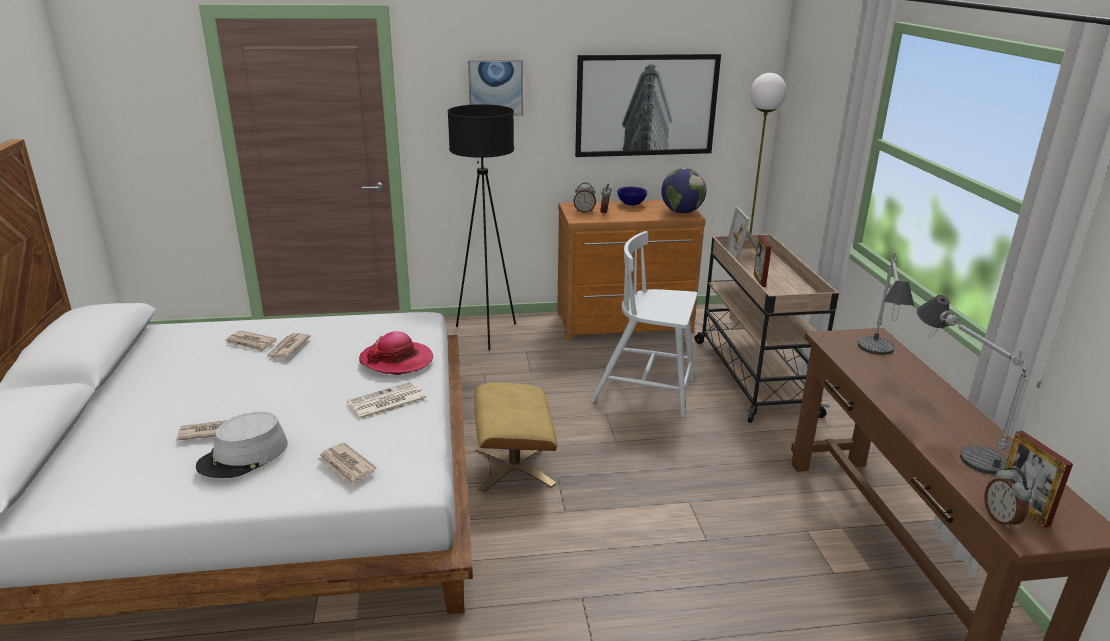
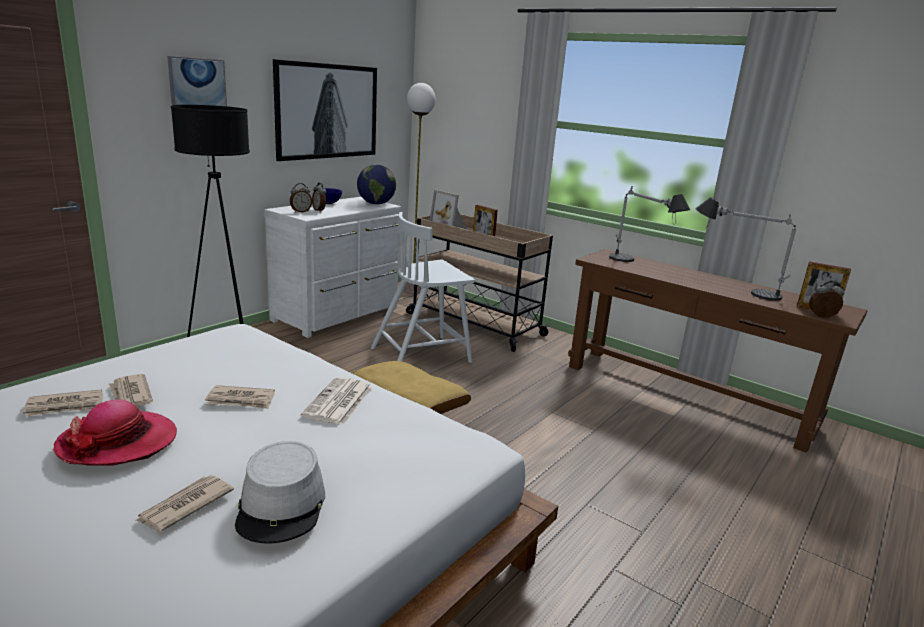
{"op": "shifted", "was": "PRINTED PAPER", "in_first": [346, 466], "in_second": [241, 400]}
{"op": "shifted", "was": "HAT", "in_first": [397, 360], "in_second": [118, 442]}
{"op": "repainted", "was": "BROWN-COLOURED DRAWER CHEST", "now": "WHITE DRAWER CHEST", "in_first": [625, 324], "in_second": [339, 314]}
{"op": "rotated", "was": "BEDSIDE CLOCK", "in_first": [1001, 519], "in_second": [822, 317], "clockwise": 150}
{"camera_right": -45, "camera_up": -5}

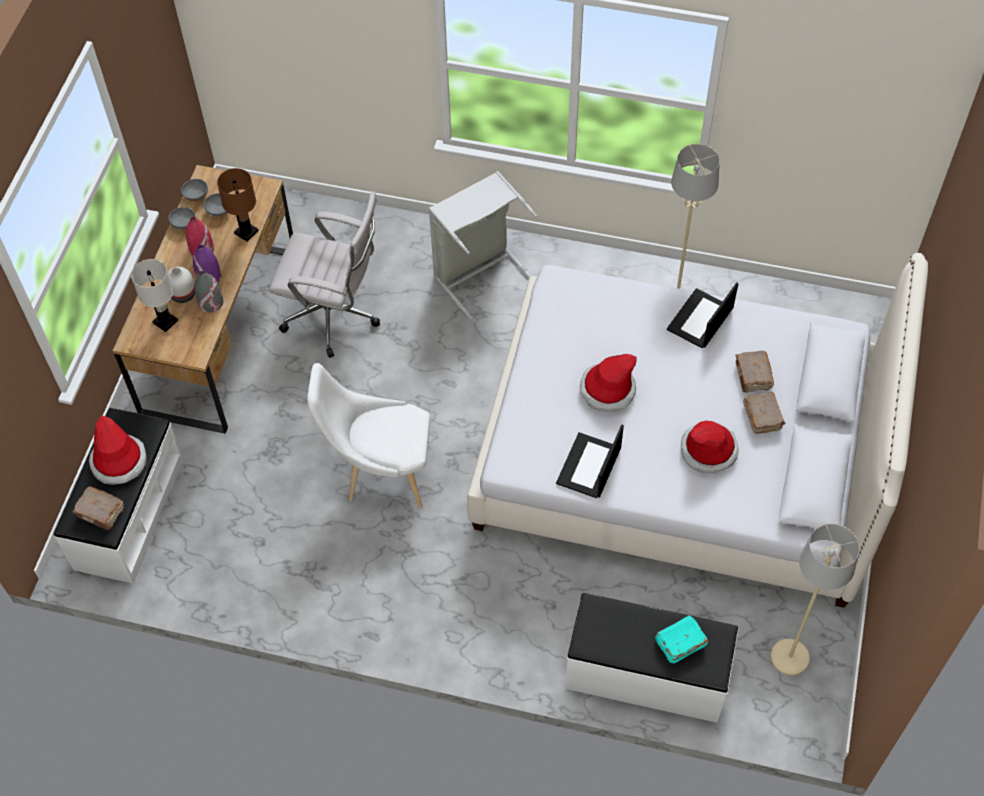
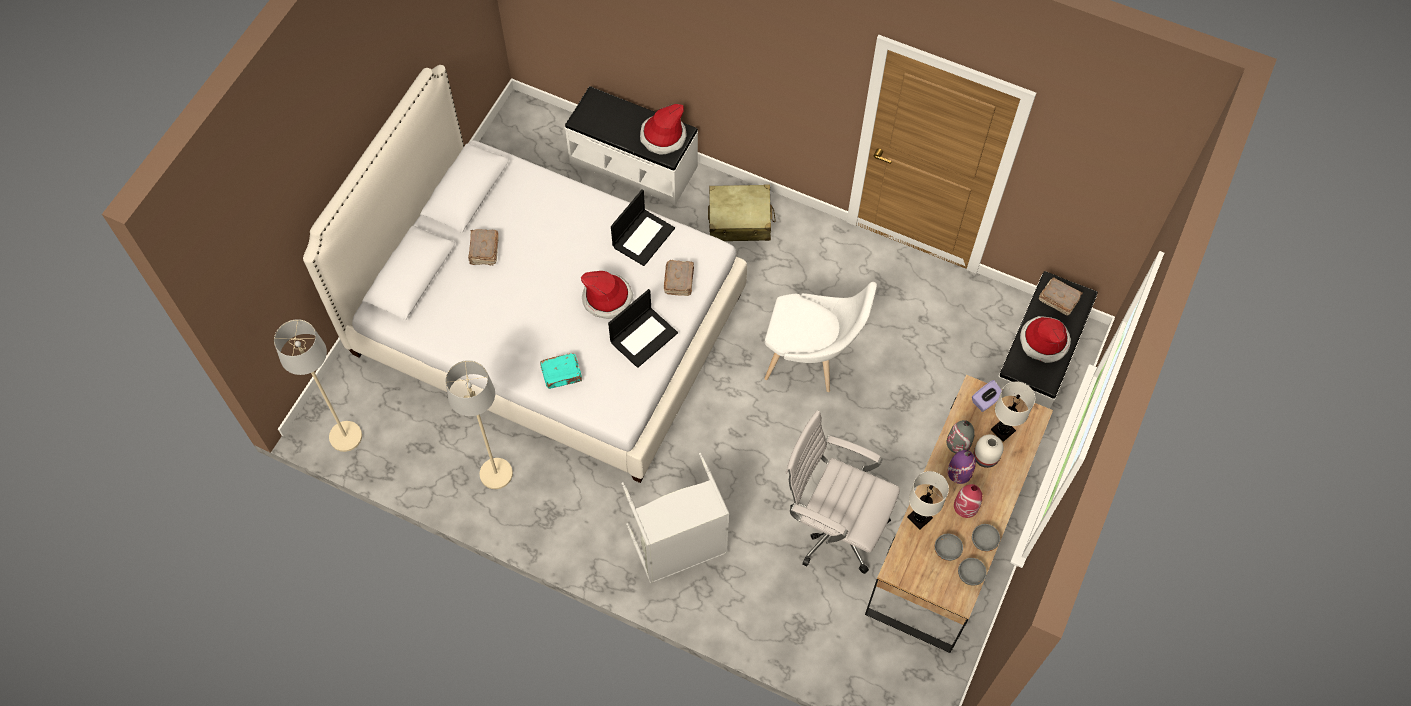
{"op": "repainted", "was": "BROWN-COLOURED TABLETOP LAMP", "now": "WHITE TABLETOP LAMP", "in_first": [246, 232], "in_second": [920, 518]}
{"op": "shifted", "was": "TURQUOISE-COLOURED VOLUME", "in_first": [679, 643], "in_second": [562, 374]}
{"op": "shifted", "was": "NOTEBOOK COMPUTER", "in_first": [700, 320], "in_second": [644, 336]}
{"op": "shifted", "was": "HAT", "in_first": [708, 450], "in_second": [663, 136]}
{"op": "shifted", "was": "BROWN-COLOURED VOLUME", "in_first": [753, 376], "in_second": [679, 281]}
{"op": "shifted", "was": "SAND-COLOURED STANDING LAMP", "in_first": [789, 658], "in_second": [346, 436]}
{"op": "new", "now": "SAND-COLOURED SUITCASE", "in_second": [740, 220]}
{"op": "new", "now": "PURPLE-COLOURED BOX OF TISSUES", "in_second": [986, 401]}
{"camera_right": -170, "camera_up": 5}

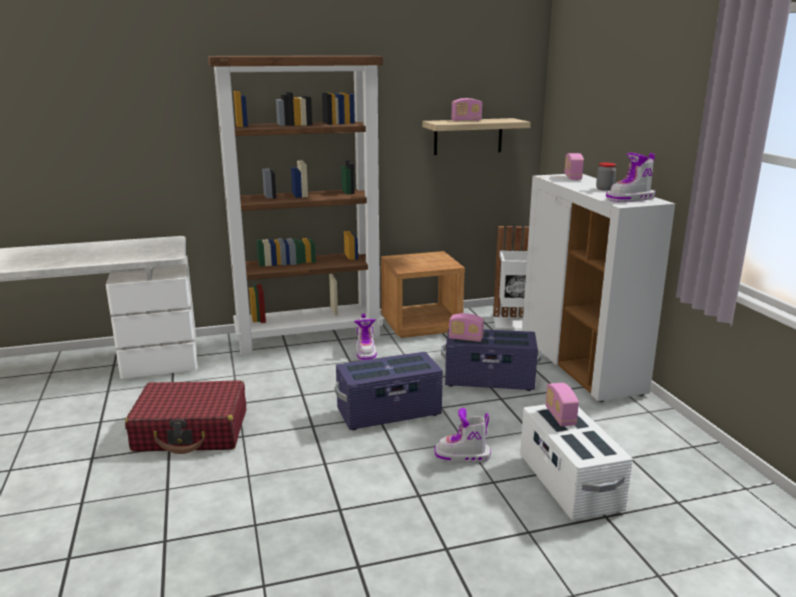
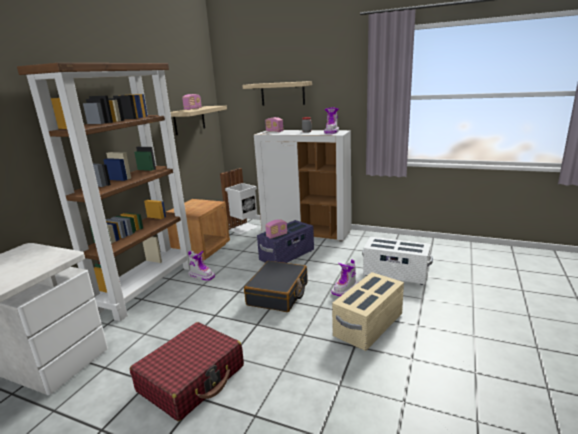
{"op": "swapped", "was": "PURPLE-COLOURED STORAGE CONTAINER", "now": "BLACK-COLOURED SUITCASE", "in_first": [389, 413], "in_second": [278, 294]}
{"op": "gone", "was": "RADIO SET", "in_first": [560, 416]}
{"op": "new", "now": "WALL SHELF", "in_second": [282, 93]}
{"op": "new", "now": "SAND-COLOURED STORAGE CONTAINER", "in_second": [368, 326]}
{"camera_right": -50, "camera_up": 0}

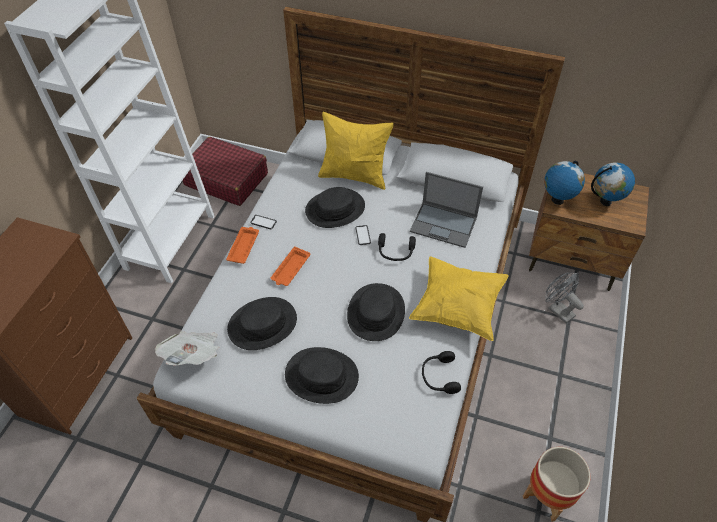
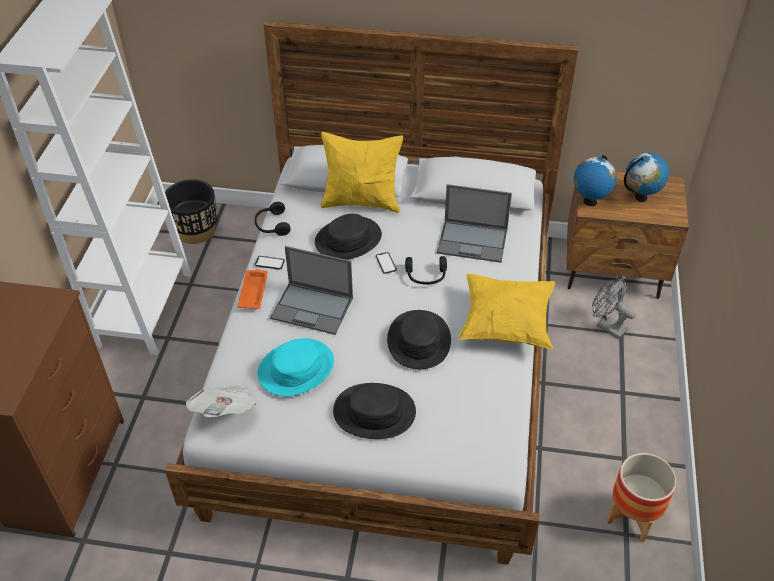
{"op": "swapped", "was": "RED-COLOURED SUITCASE", "now": "BLACK-COLOURED PLANTER", "in_first": [226, 179], "in_second": [195, 231]}
{"op": "repainted", "was": "BLACK-COLOURED HAT", "now": "TURQUOISE-COLOURED HAT", "in_first": [262, 324], "in_second": [296, 368]}
{"op": "swapped", "was": "ORANGEY SERVING TRAY", "now": "NOTEBOOK COMPUTER", "in_first": [290, 269], "in_second": [313, 308]}
{"op": "shifted", "was": "BLACK-COLOURED HEADSET", "in_first": [439, 376], "in_second": [271, 225]}
{"camera_right": -10, "camera_up": -5}

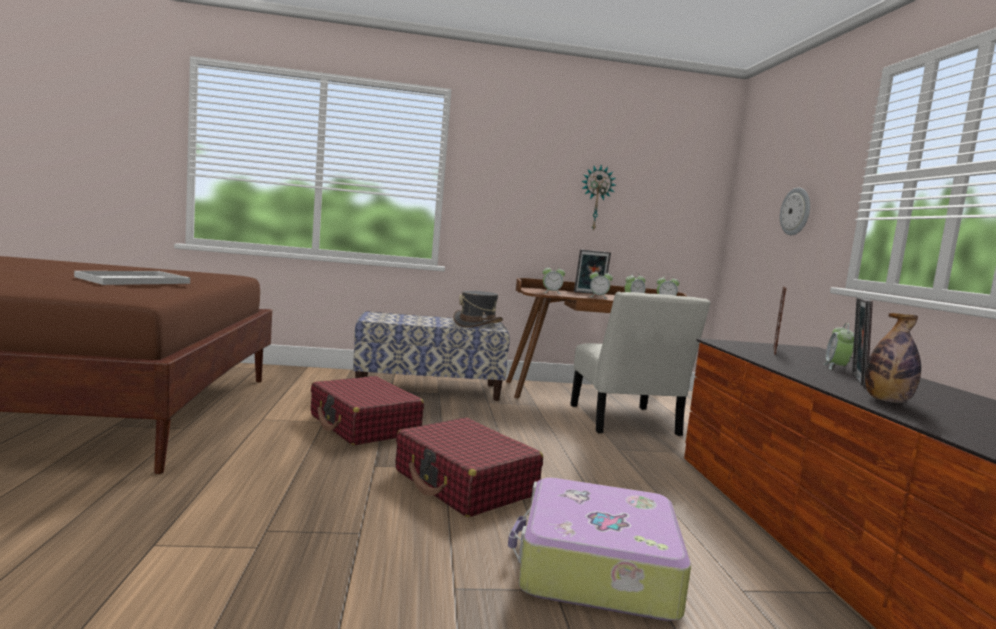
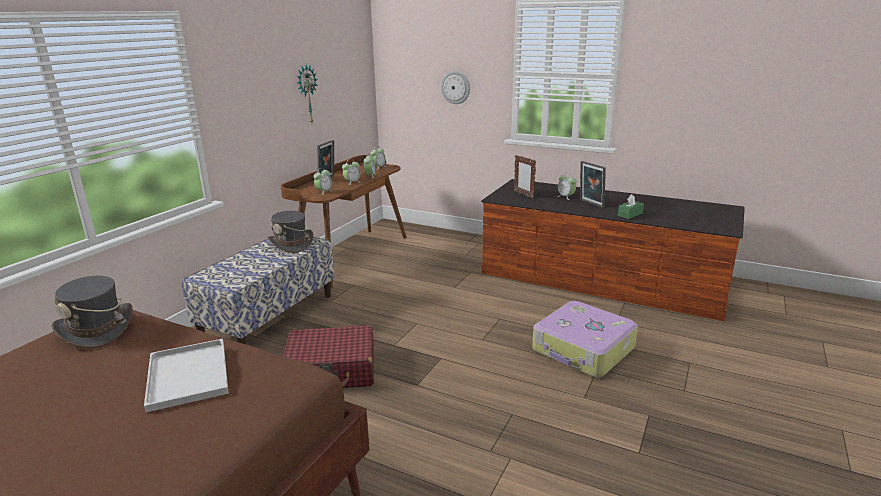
{"op": "gone", "was": "RED-COLOURED SUITCASE", "in_first": [465, 483]}
{"op": "gone", "was": "WHITE CHAIR", "in_first": [625, 422]}
{"op": "swapped", "was": "DRINK BOTTLE", "now": "GREENISH BOX OF TISSUES", "in_first": [887, 401], "in_second": [630, 214]}
{"op": "new", "now": "GRAY HAT", "in_second": [97, 329]}
{"camera_right": -55, "camera_up": 15}

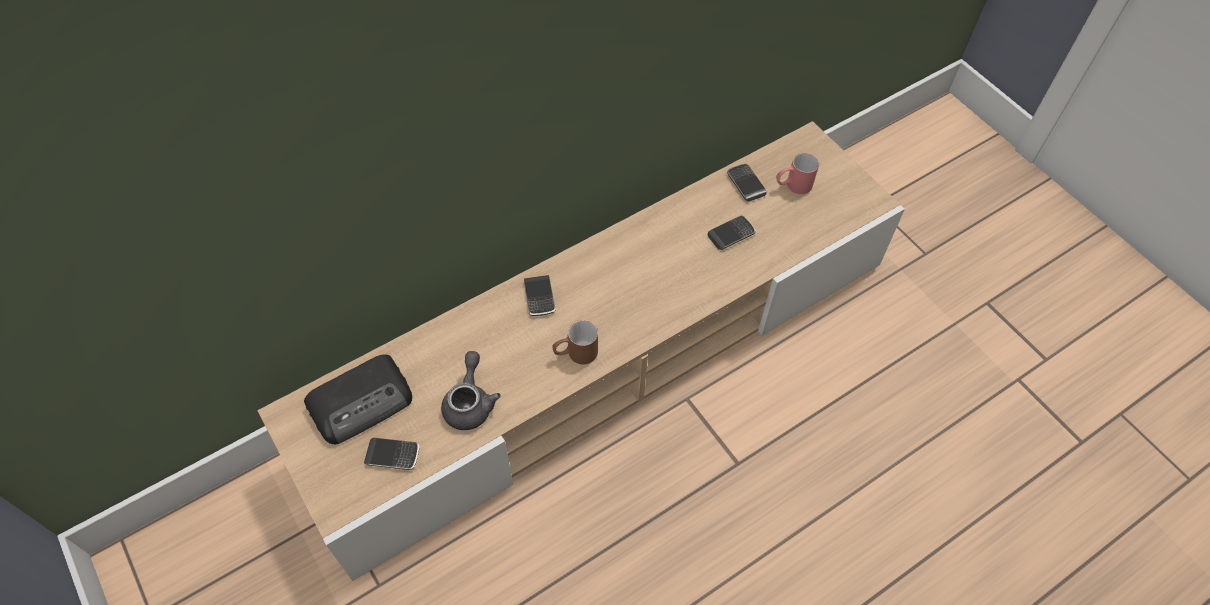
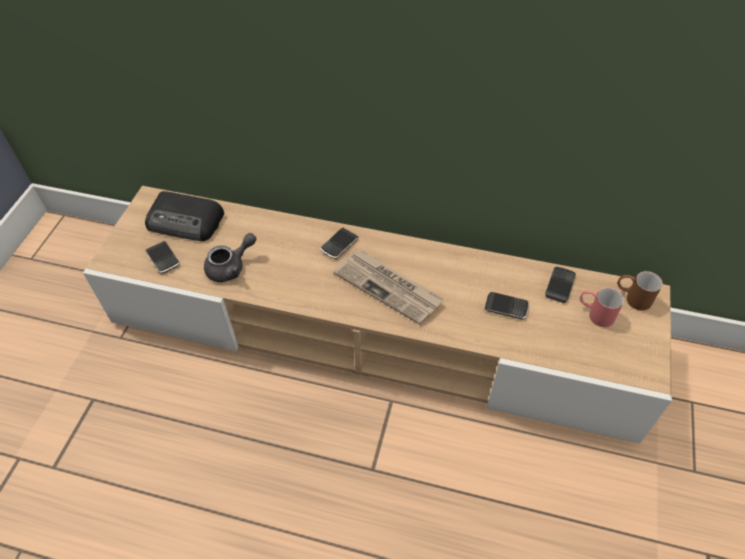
{"op": "shifted", "was": "BROWN-COLOURED COFFEE MUG", "in_first": [575, 354], "in_second": [632, 297]}
{"op": "new", "now": "PRINTED PAPER", "in_second": [388, 287]}
{"camera_right": 50, "camera_up": -5}

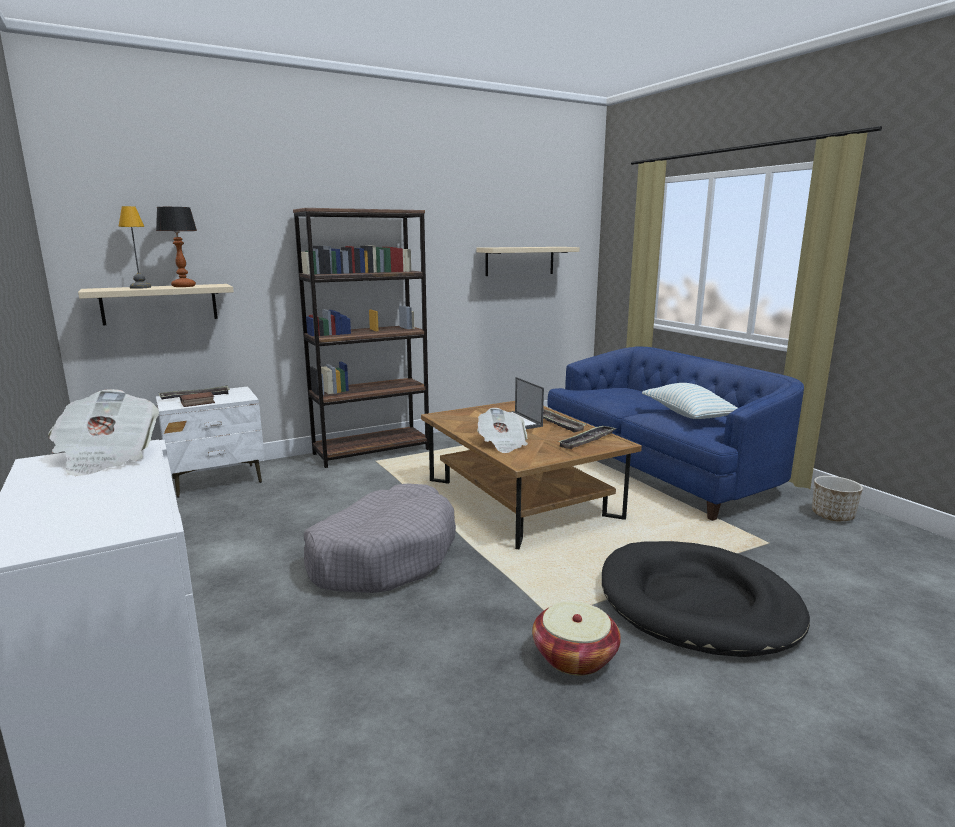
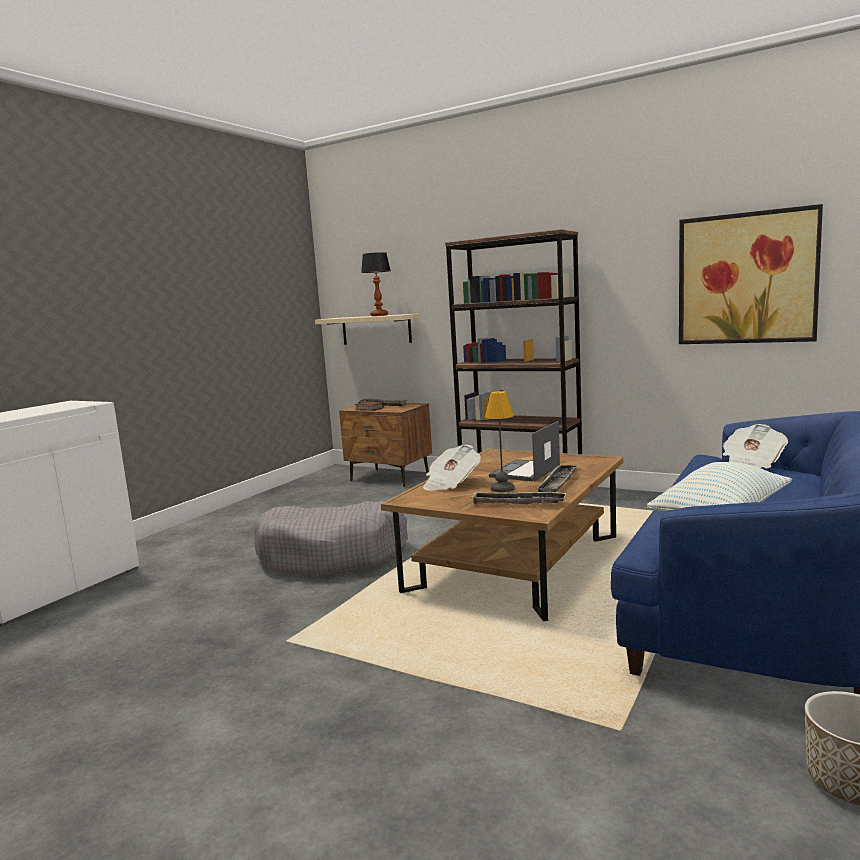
{"op": "shifted", "was": "PRINTED PAPER", "in_first": [107, 457], "in_second": [751, 464]}
{"op": "shifted", "was": "TABLETOP LAMP", "in_first": [140, 287], "in_second": [503, 488]}
{"op": "repainted", "was": "WHITE NIGHT TABLE", "now": "BROWN-COLOURED NIGHT TABLE", "in_first": [217, 480], "in_second": [390, 478]}
{"op": "swapped", "was": "SAND-COLOURED WALL SHELF", "now": "WALL PICTURE", "in_first": [520, 261], "in_second": [746, 278]}
{"op": "gone", "was": "HOUSEHOLD BASKET", "in_first": [574, 656]}
{"op": "gone", "was": "BLACK-COLOURED PET BED", "in_first": [697, 604]}
{"camera_right": 60, "camera_up": -5}

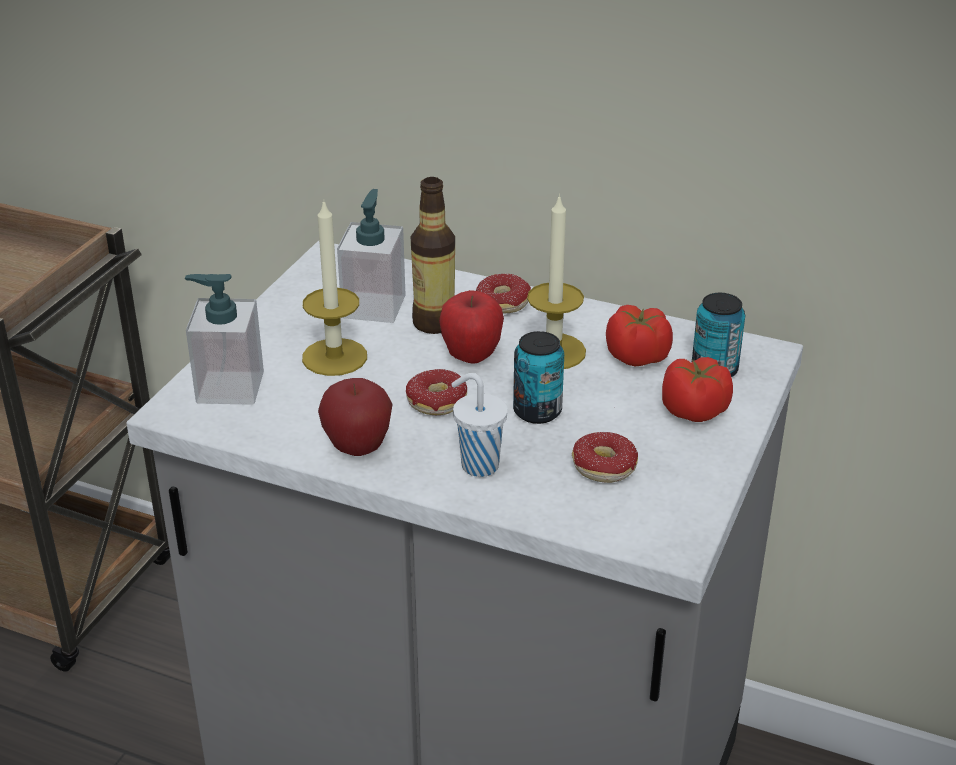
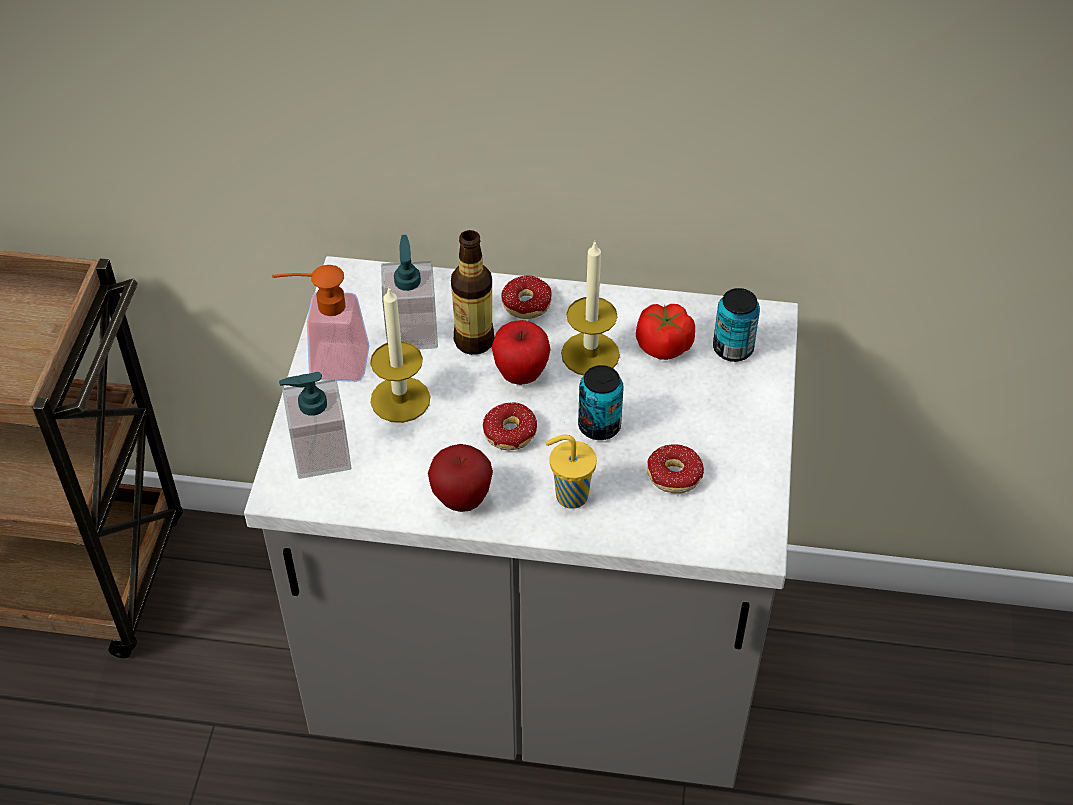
{"op": "repainted", "was": "WHITE DRINKING CUP", "now": "YELLOW DRINKING CUP", "in_first": [477, 465], "in_second": [569, 496]}
{"op": "gone", "was": "FRESH TOMATO", "in_first": [695, 411]}
{"op": "new", "now": "LIQUID SOAP BOTTLE", "in_second": [327, 362]}
{"camera_right": -15, "camera_up": 15}

